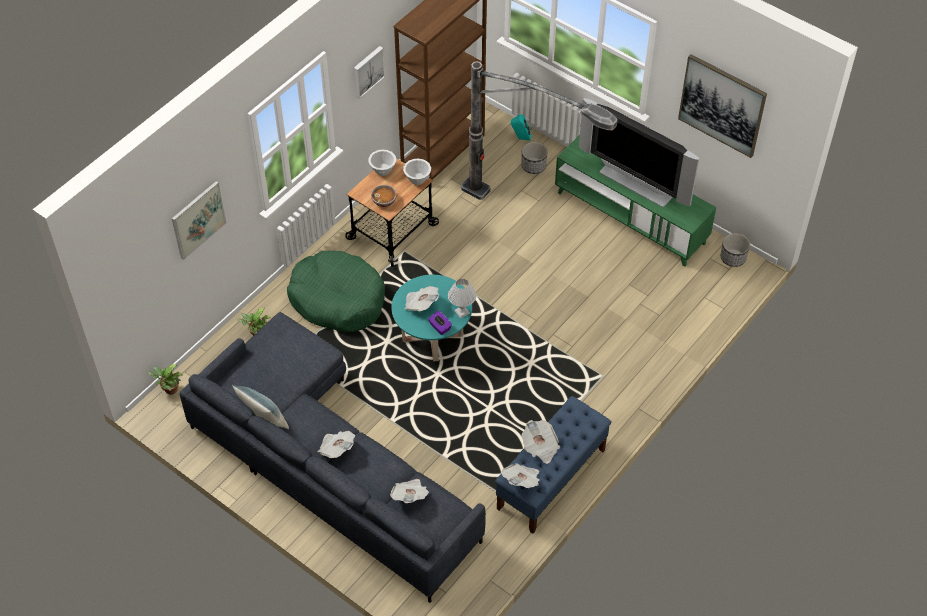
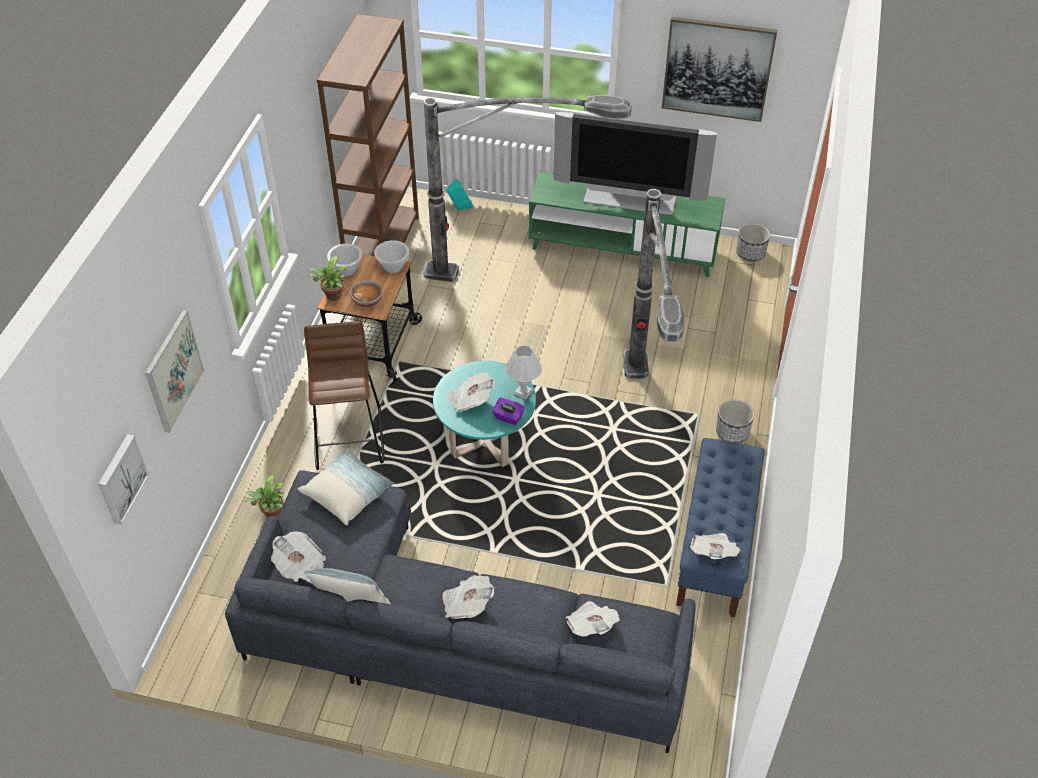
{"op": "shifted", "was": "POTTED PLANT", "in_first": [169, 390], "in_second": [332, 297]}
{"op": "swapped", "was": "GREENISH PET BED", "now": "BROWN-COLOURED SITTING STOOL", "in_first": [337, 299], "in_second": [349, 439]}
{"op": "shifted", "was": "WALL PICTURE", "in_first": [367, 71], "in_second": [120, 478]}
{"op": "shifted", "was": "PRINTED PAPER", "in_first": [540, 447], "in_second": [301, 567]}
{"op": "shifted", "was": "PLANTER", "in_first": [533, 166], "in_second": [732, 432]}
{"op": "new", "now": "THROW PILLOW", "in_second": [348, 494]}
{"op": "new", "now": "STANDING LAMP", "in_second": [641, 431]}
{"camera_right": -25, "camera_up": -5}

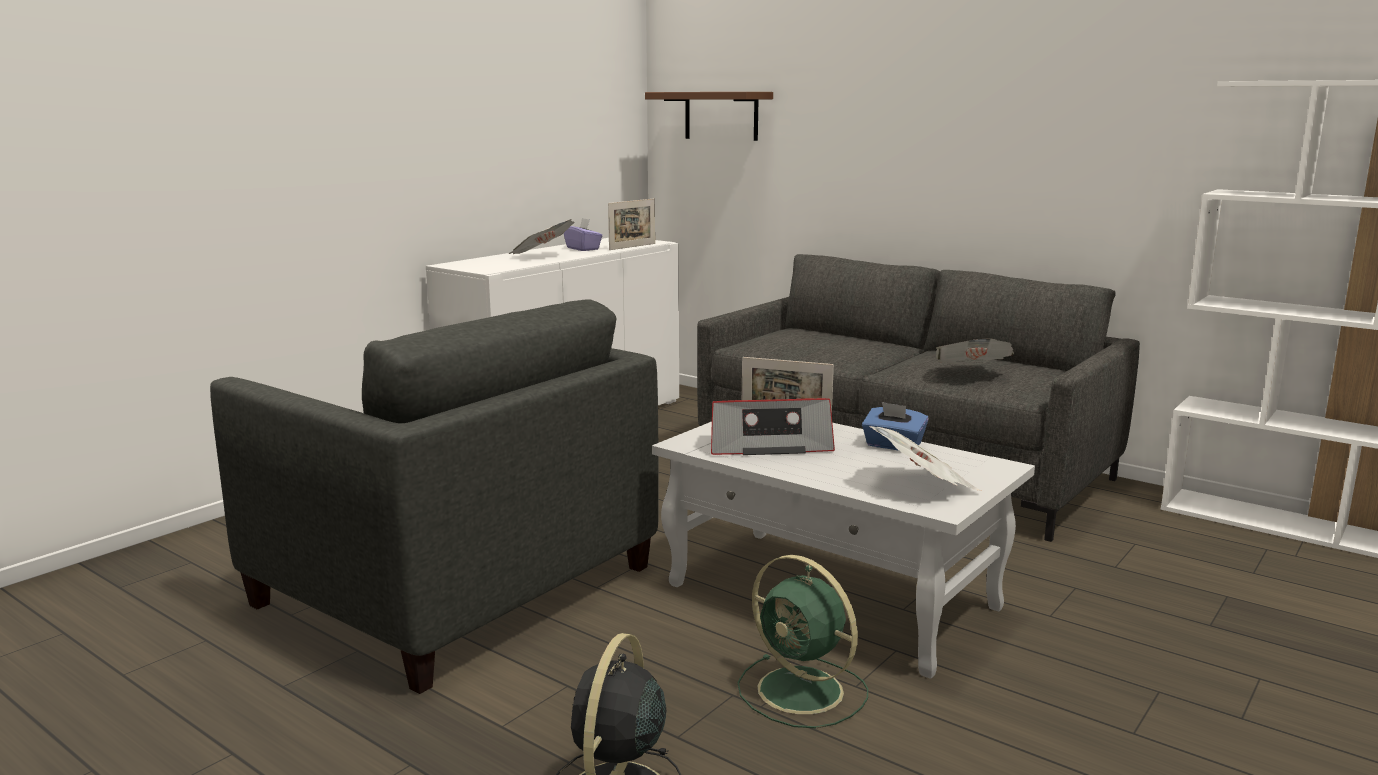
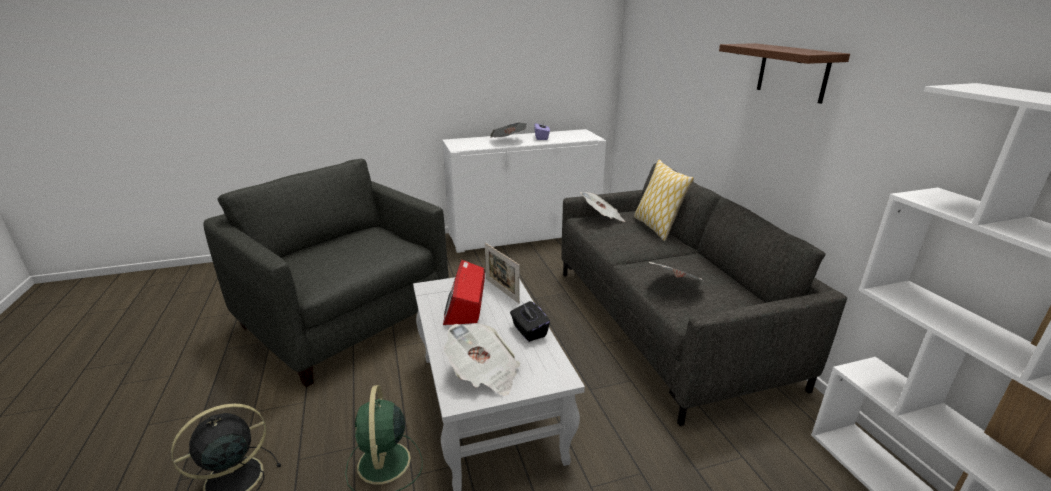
{"op": "rotated", "was": "GRAY LOUNGE CHAIR", "in_first": [454, 585], "in_second": [346, 320], "clockwise": 150}
{"op": "gone", "was": "PICTURE FRAME", "in_first": [632, 247]}
{"op": "shifted", "was": "BROWN-COLOURED WALL SHELF", "in_first": [721, 116], "in_second": [792, 72]}
{"op": "rotated", "was": "RADIO SET", "in_first": [768, 444], "in_second": [465, 304], "clockwise": 60}
{"op": "repainted", "was": "BLUE BOX OF TISSUES", "now": "BLACK-COLOURED BOX OF TISSUES", "in_first": [893, 445], "in_second": [529, 331]}
{"op": "new", "now": "PRINTED PAPER", "in_second": [602, 218]}
{"op": "new", "now": "THROW PILLOW", "in_second": [656, 228]}
{"camera_right": 35, "camera_up": 10}

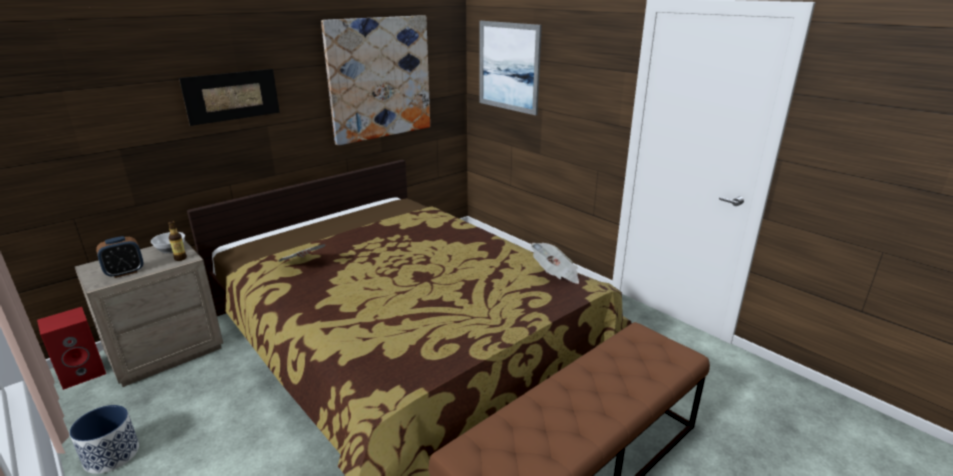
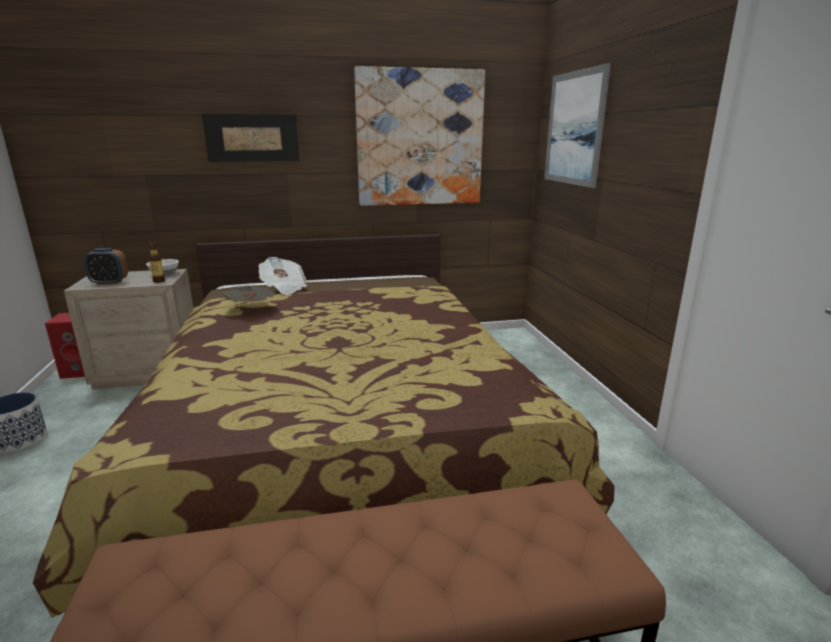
{"op": "shifted", "was": "PRINTED PAPER", "in_first": [555, 275], "in_second": [283, 288]}
{"camera_right": 30, "camera_up": -5}

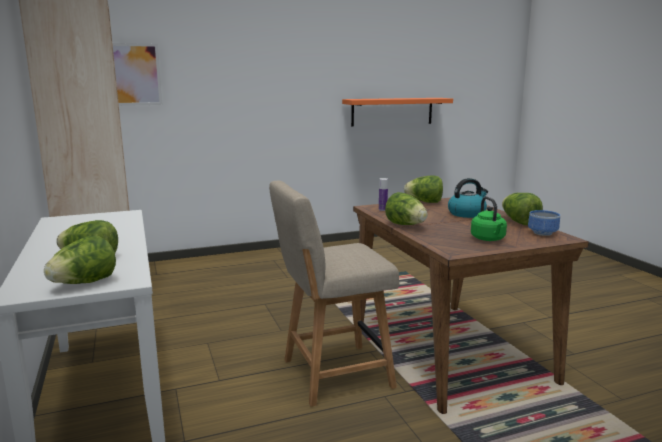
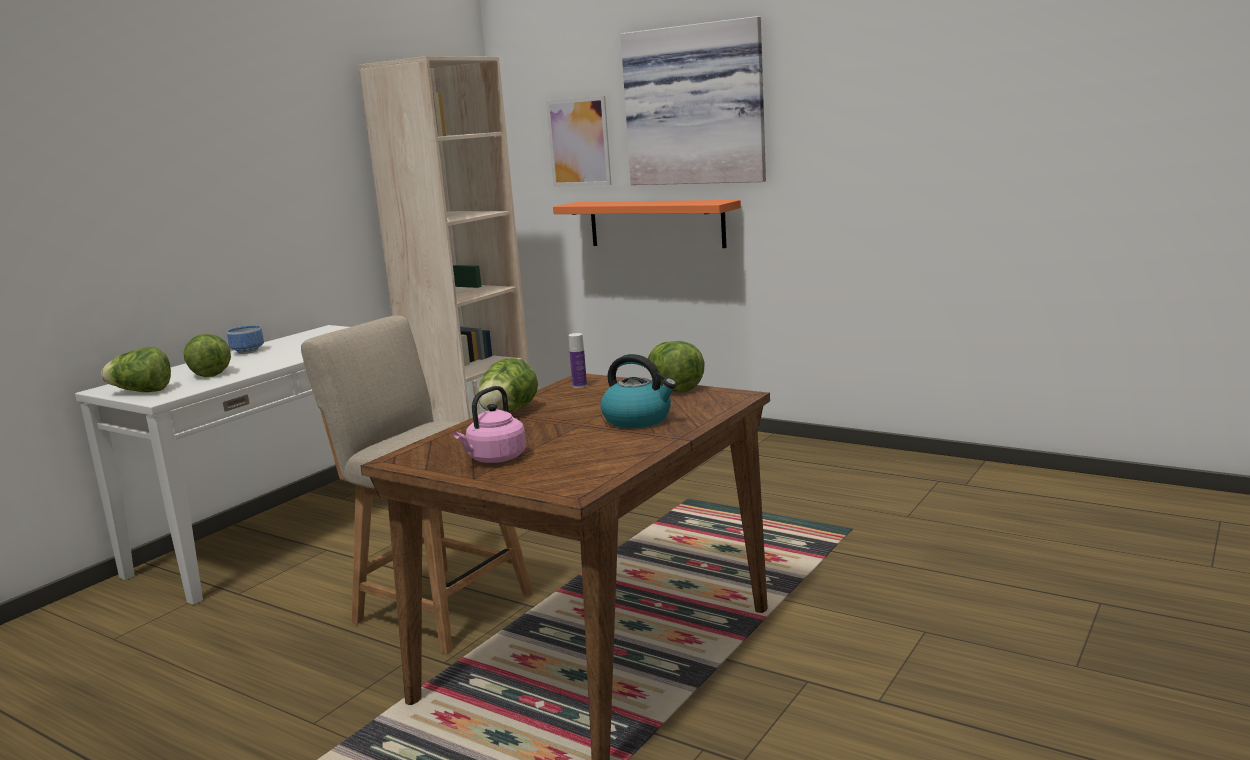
{"op": "shifted", "was": "ORANGEY WALL SHELF", "in_first": [392, 111], "in_second": [656, 223]}
{"op": "repainted", "was": "GREENISH KETTLE", "now": "PINKISH KETTLE", "in_first": [488, 239], "in_second": [494, 459]}
{"op": "gone", "was": "HEAD OF LETTUCE", "in_first": [518, 222]}
{"op": "shifted", "was": "DEEP DISH", "in_first": [542, 233], "in_second": [246, 351]}
{"op": "new", "now": "WALL PICTURE", "in_second": [696, 105]}
{"camera_right": 55, "camera_up": 0}

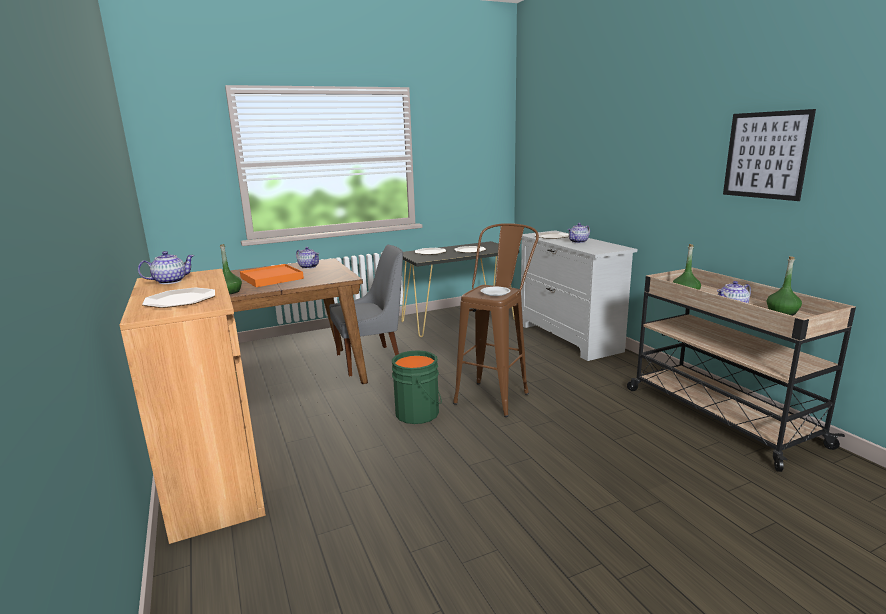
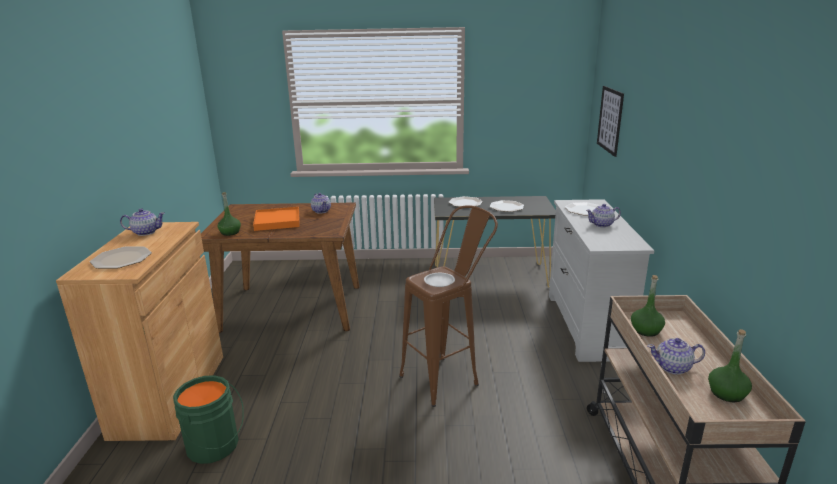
{"op": "gone", "was": "GRAY CHAIR", "in_first": [371, 360]}
{"op": "shifted", "was": "GREENISH BUCKET", "in_first": [419, 413], "in_second": [215, 446]}
{"op": "shifted", "was": "WALL PICTURE", "in_first": [766, 155], "in_second": [610, 120]}
{"camera_right": 25, "camera_up": 5}

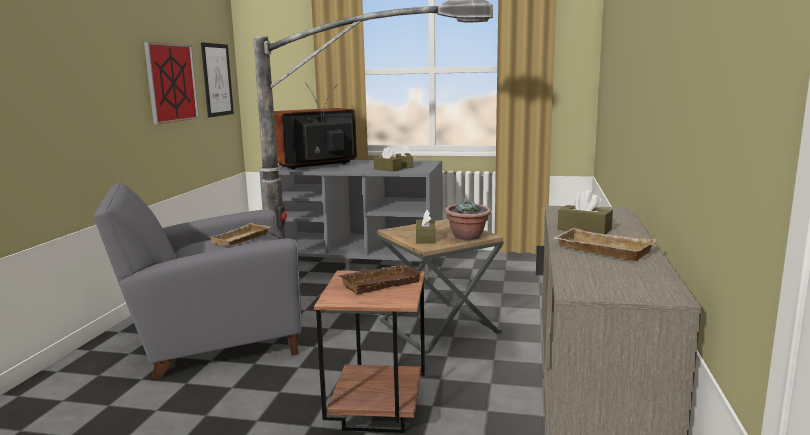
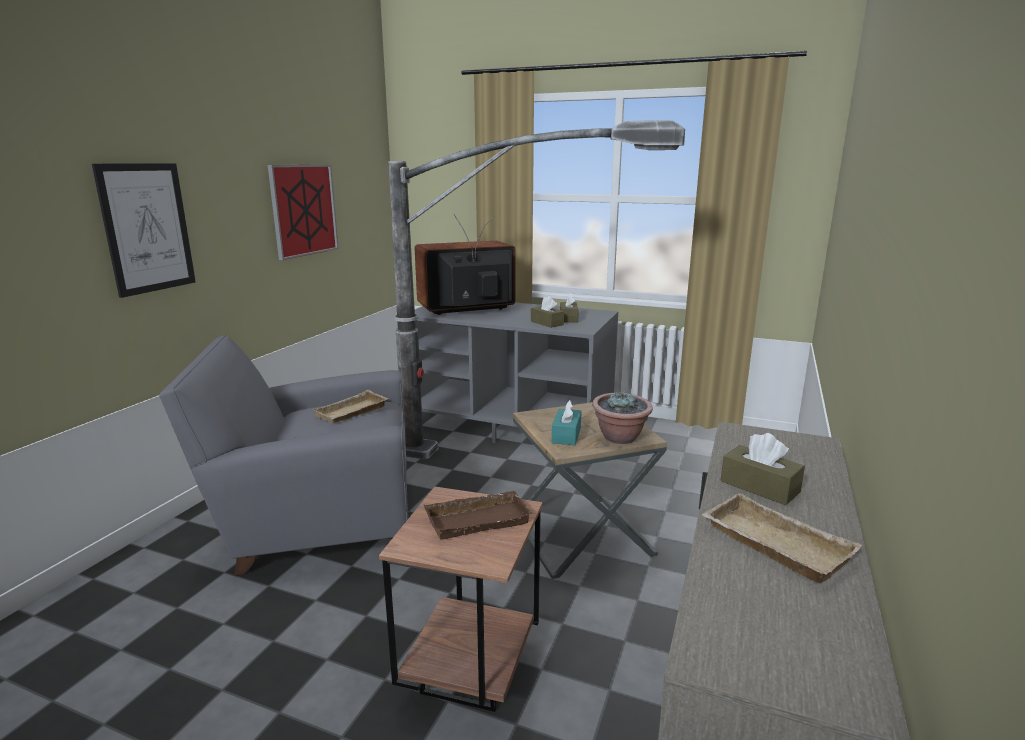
{"op": "shifted", "was": "WALL PICTURE", "in_first": [217, 80], "in_second": [147, 228]}
{"op": "repainted", "was": "BROWN-COLOURED BOX OF TISSUES", "now": "TURQUOISE-COLOURED BOX OF TISSUES", "in_first": [425, 238], "in_second": [566, 435]}
{"camera_right": 10, "camera_up": 5}

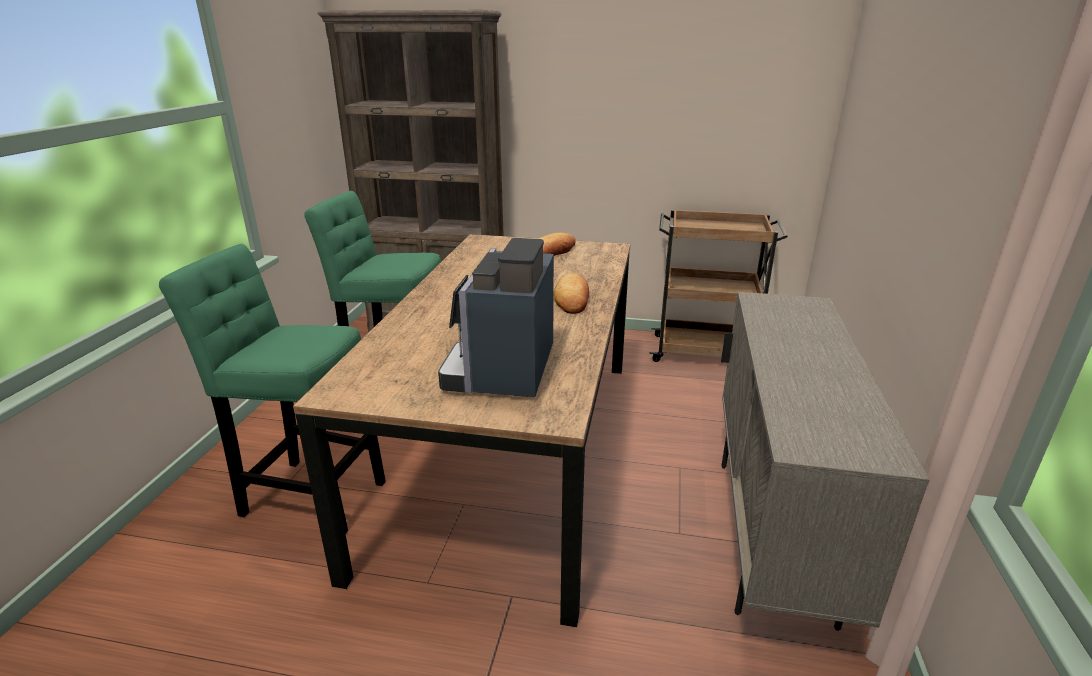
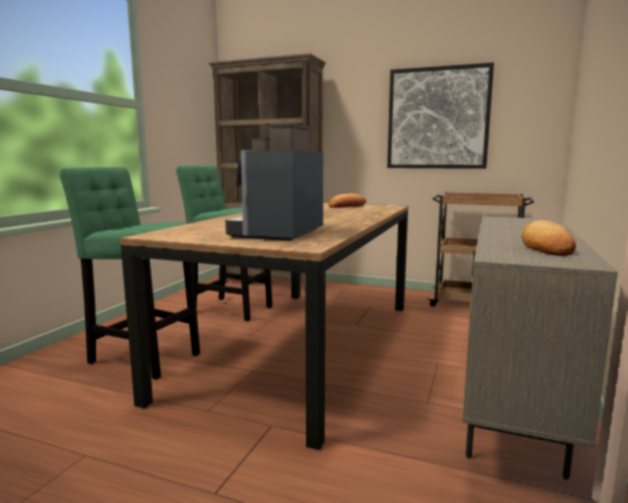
{"op": "shifted", "was": "BAKED BREAD", "in_first": [572, 299], "in_second": [546, 246]}
{"op": "new", "now": "WALL PICTURE", "in_second": [437, 118]}
{"camera_right": 10, "camera_up": -15}

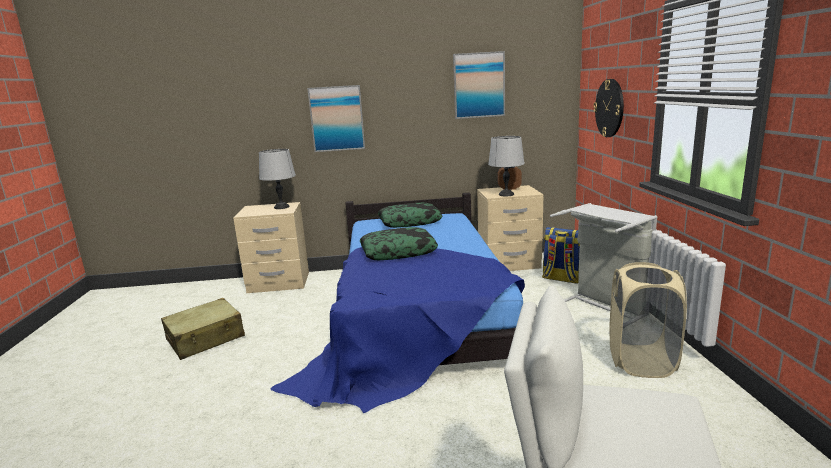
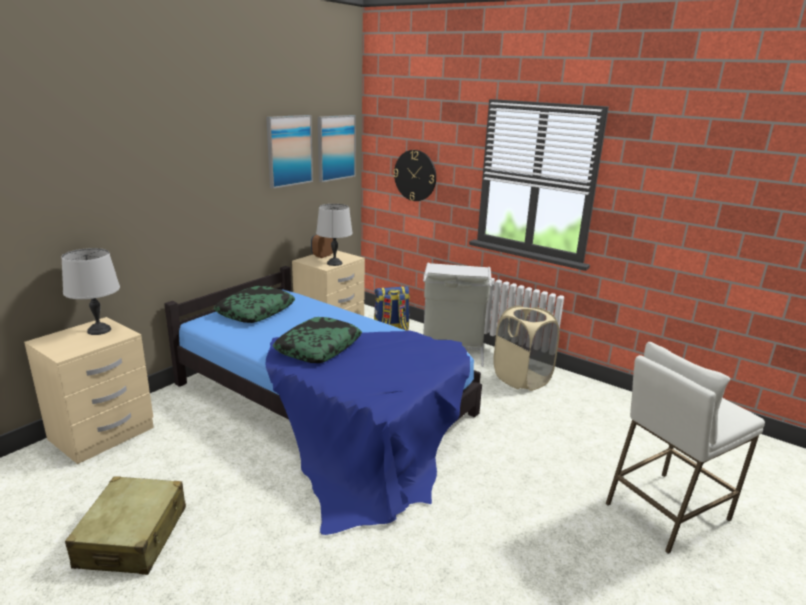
{"op": "shifted", "was": "WALL PICTURE", "in_first": [337, 118], "in_second": [336, 147]}
{"camera_right": -50, "camera_up": 5}

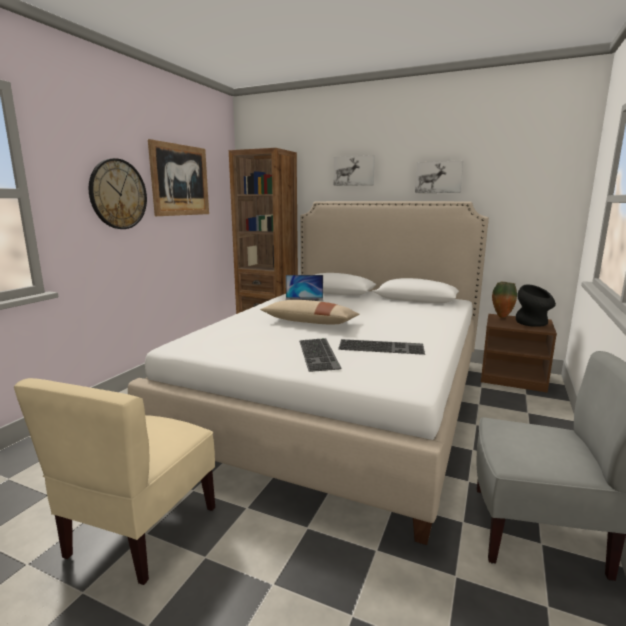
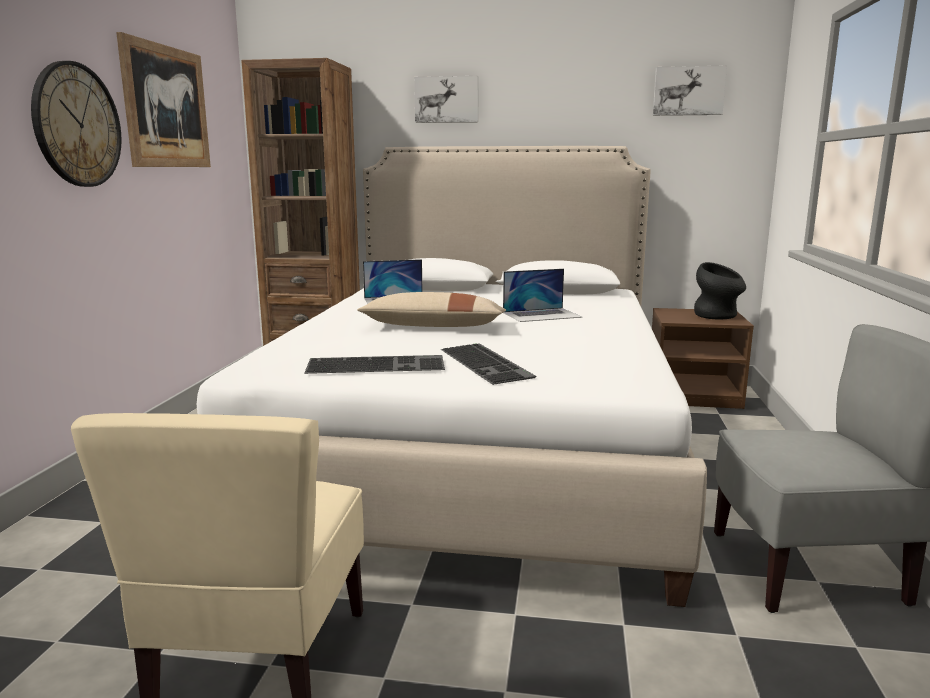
{"op": "shifted", "was": "KEYBOARD", "in_first": [382, 347], "in_second": [377, 364]}
{"op": "shifted", "was": "WALL PICTURE", "in_first": [438, 177], "in_second": [688, 91]}
{"op": "gone", "was": "VASE", "in_first": [501, 317]}
{"op": "new", "now": "NOTEBOOK COMPUTER", "in_second": [542, 315]}
{"camera_right": -15, "camera_up": 0}

